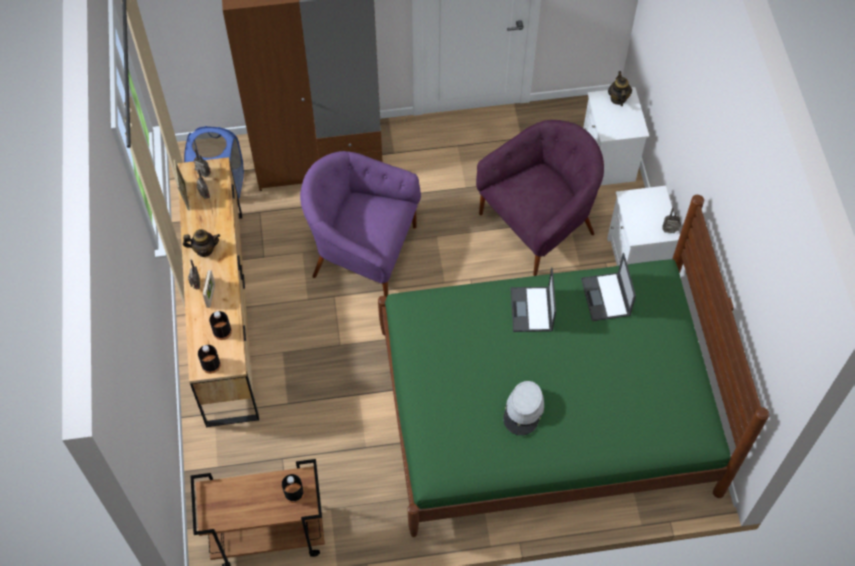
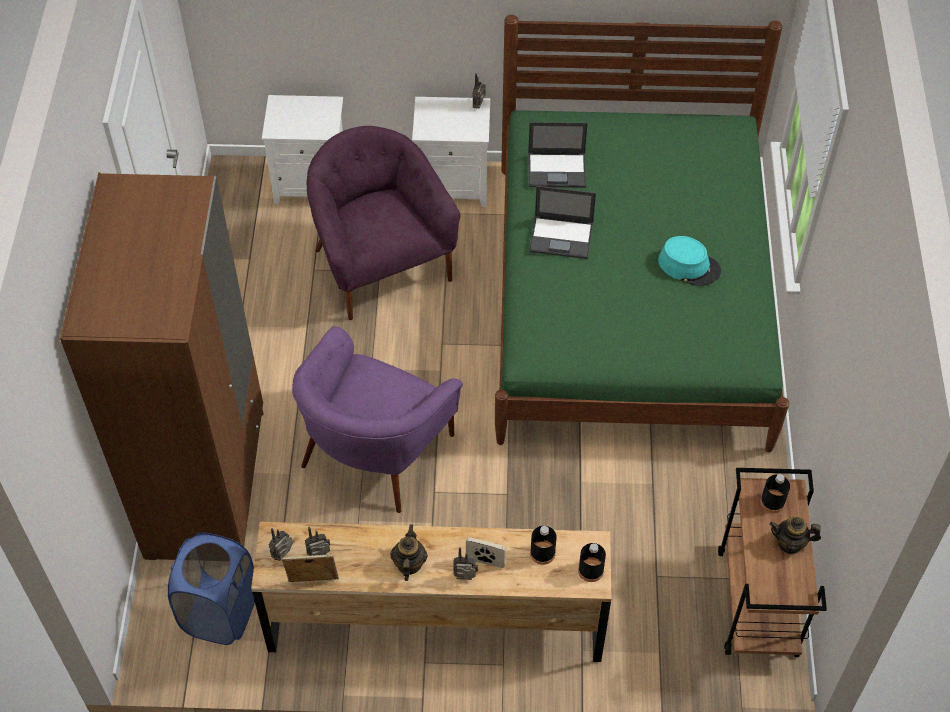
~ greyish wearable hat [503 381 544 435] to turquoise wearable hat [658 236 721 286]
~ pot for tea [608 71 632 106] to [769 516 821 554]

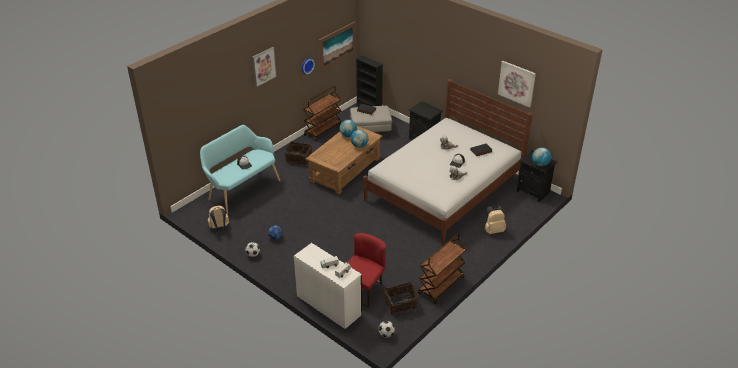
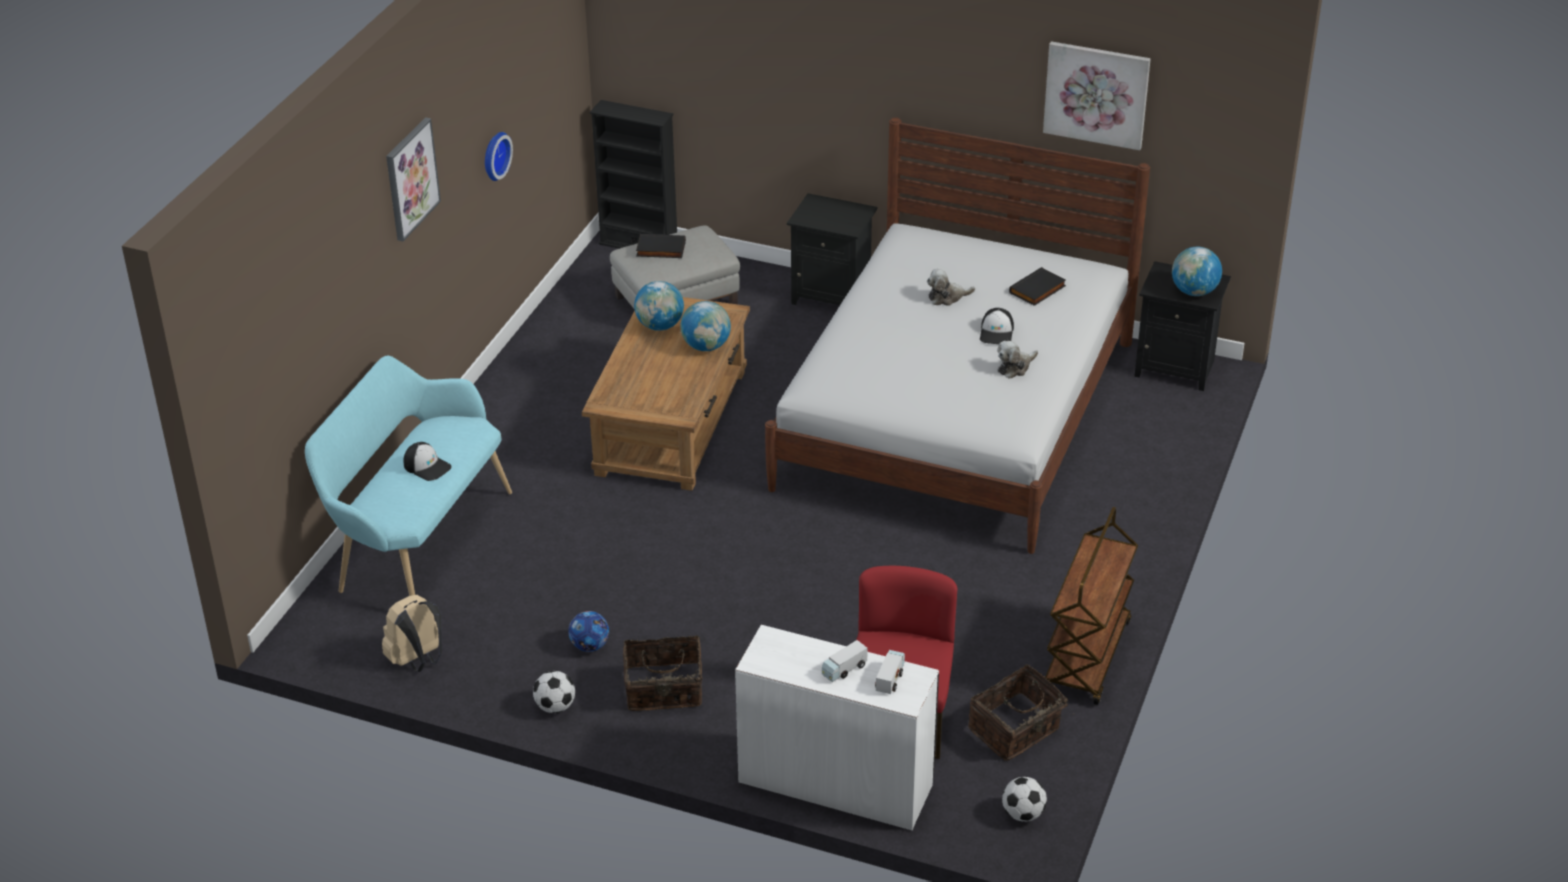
~ basket [285 142 312 165] to [623 635 702 711]
- brown trolley [303 86 342 141]
- wall picture [319 22 356 72]
- sand-coloured rucksack [485 205 506 234]

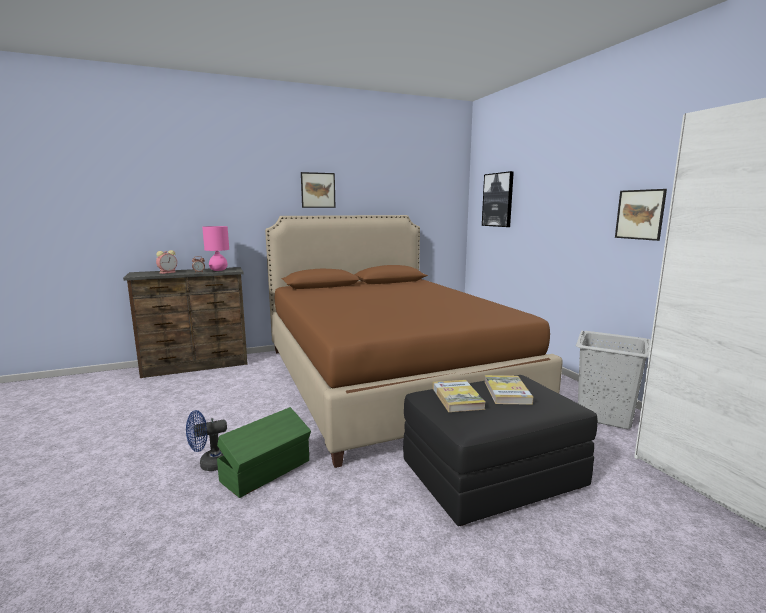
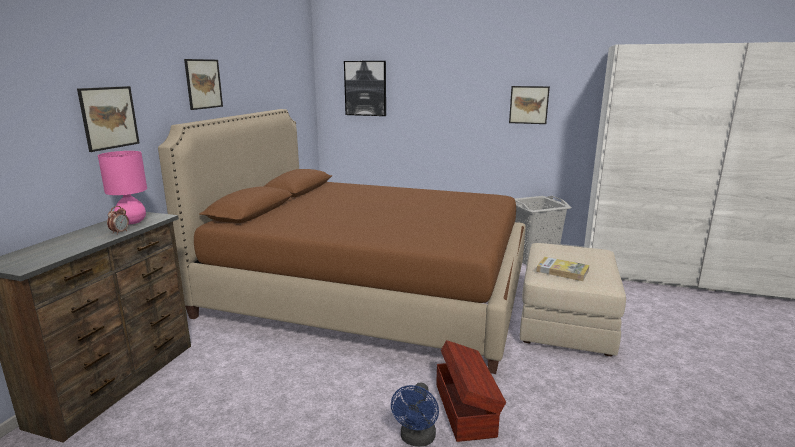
+ wall picture [77 86 140 152]
~ green storage bin [217 407 311 498] to brown storage bin [436 340 506 442]
~ black footrest [403 375 598 526] to sand-coloured footrest [520 243 626 356]
- alarm clock [156 250 177 274]
- book [485 375 533 405]

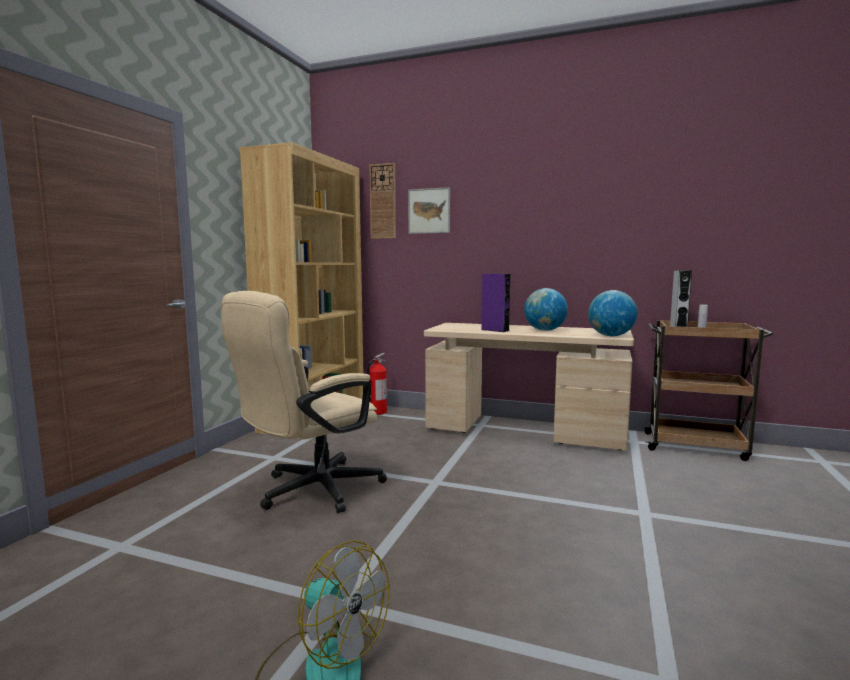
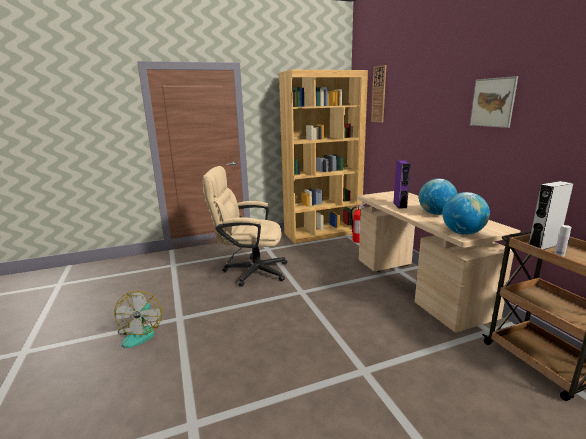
~ wall picture [408 187 450 234] to [470 76 518 128]

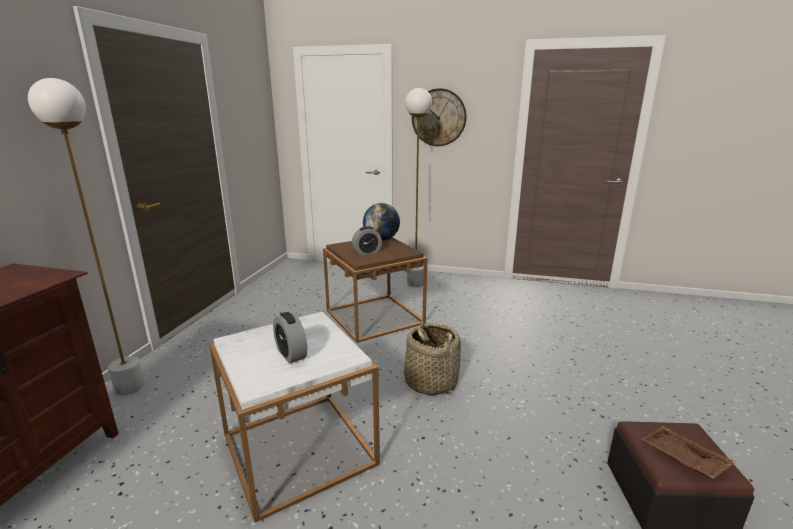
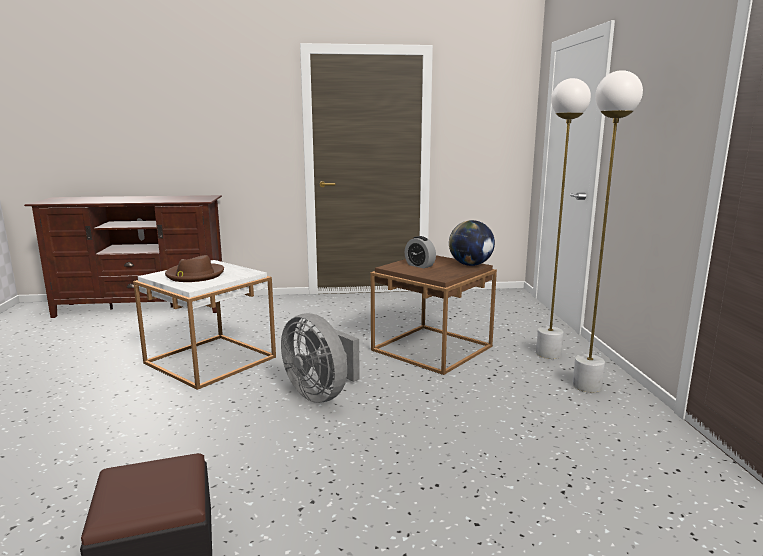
~ alarm clock [273 312 308 364] to brown wearable hat [165 255 224 282]
~ basket [404 323 461 396] to greyish fan [281 313 360 403]
~ white-coloured standard lamp [28 78 145 395] to [573 70 643 393]
- hanging clock [412 88 467 146]
- brown tray [640 426 736 479]

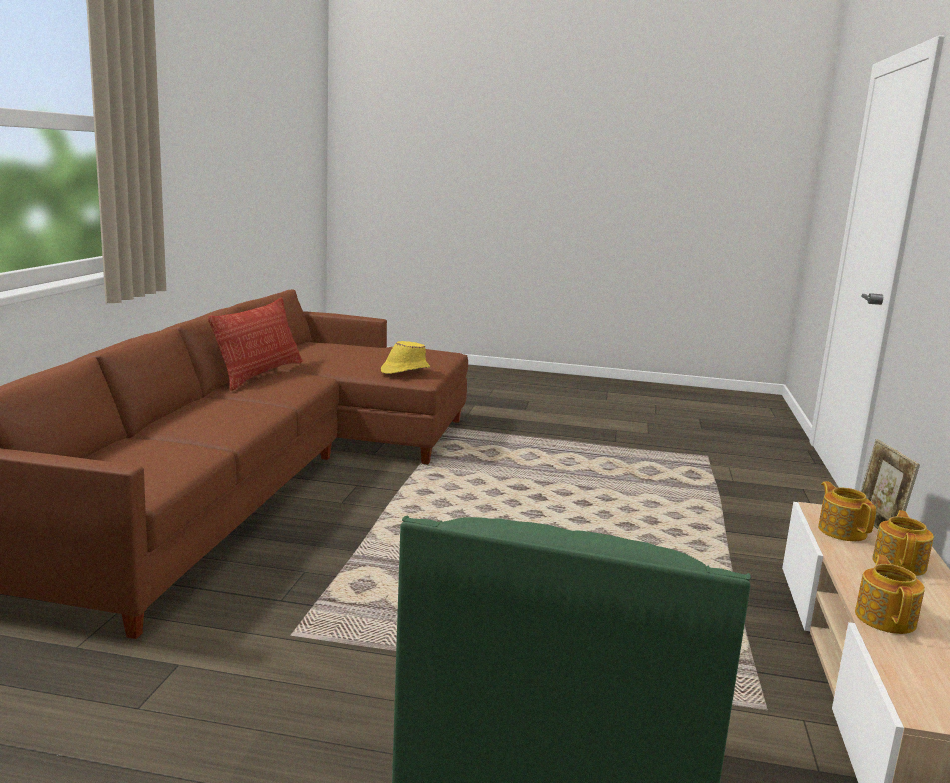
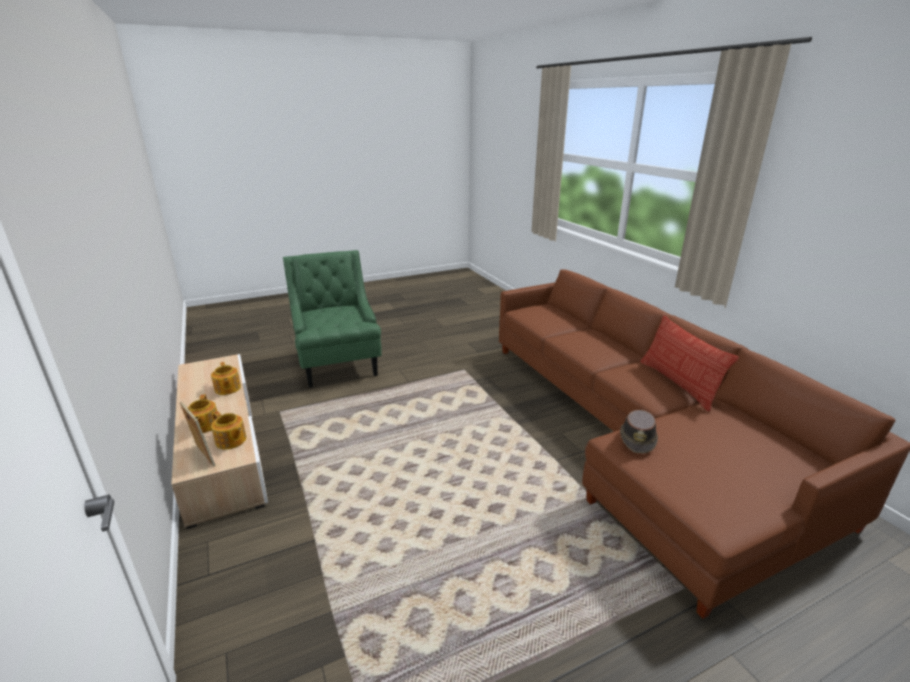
~ yellow wearable hat [381 341 430 374] to brown wearable hat [620 410 658 454]

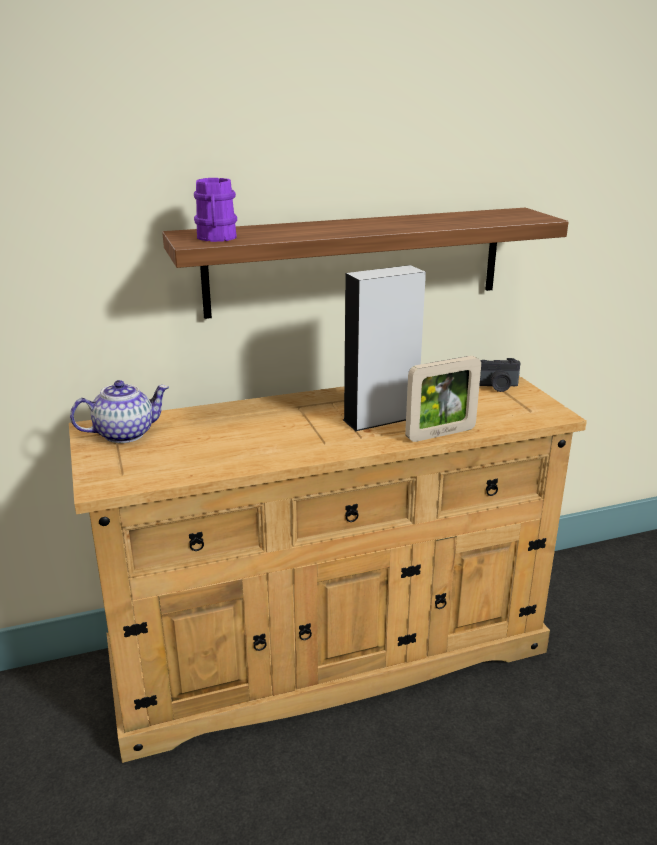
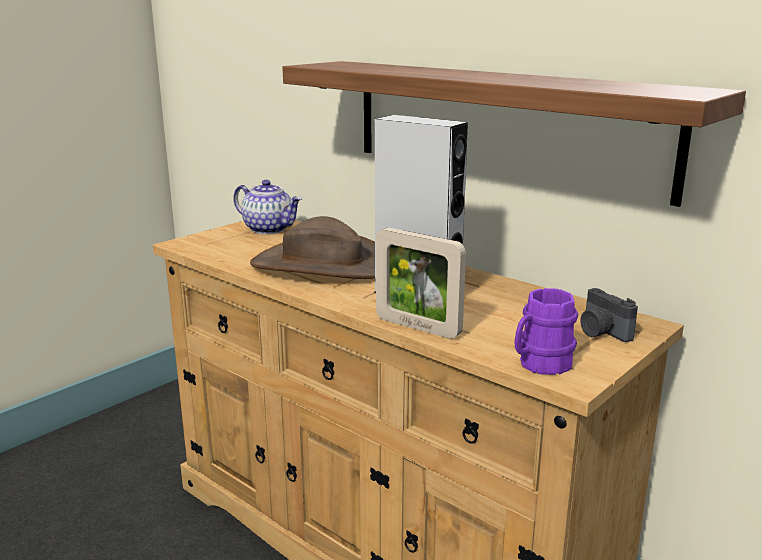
+ brown wearable hat [250 216 375 279]
~ purple coffee mug [194 178 237 242] to [514 288 578 375]

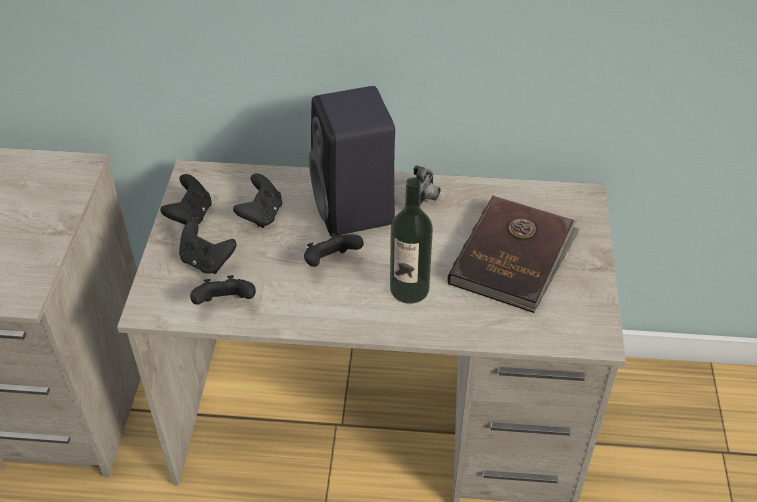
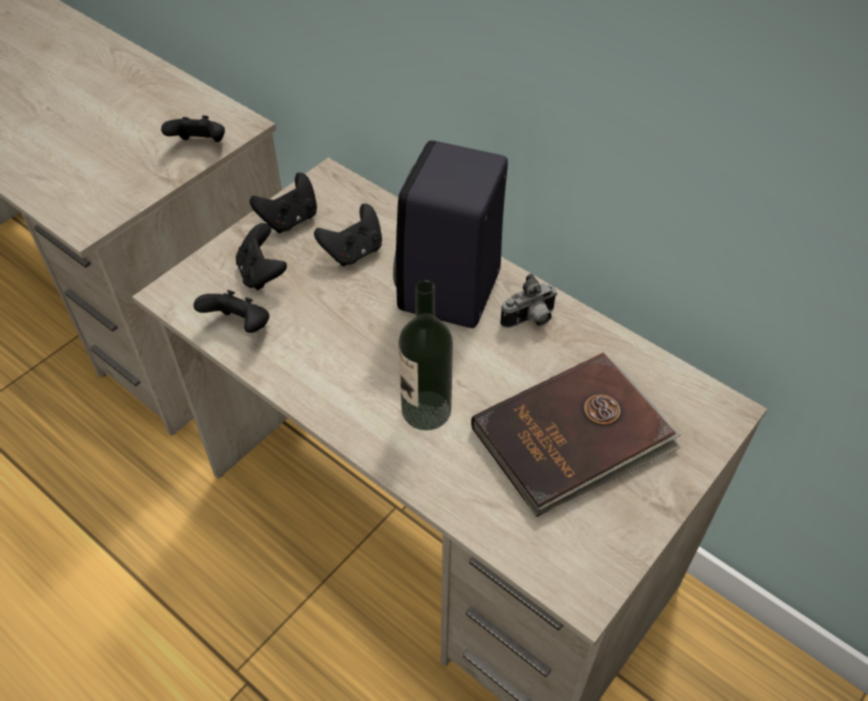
~ black game controller [304 233 364 267] to [161 115 225 142]

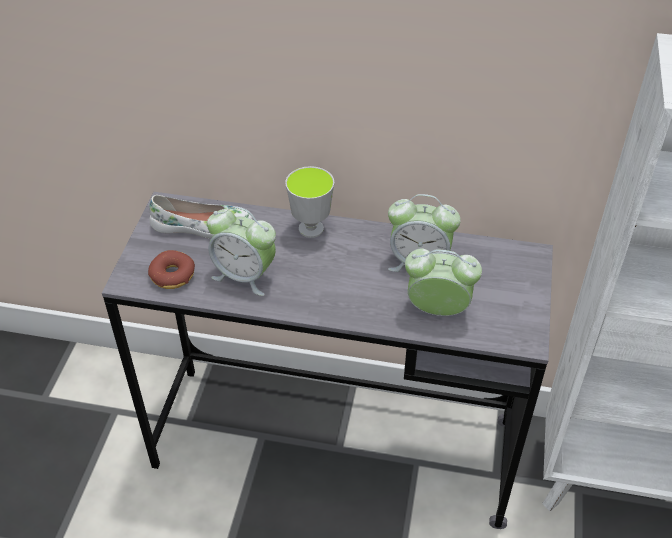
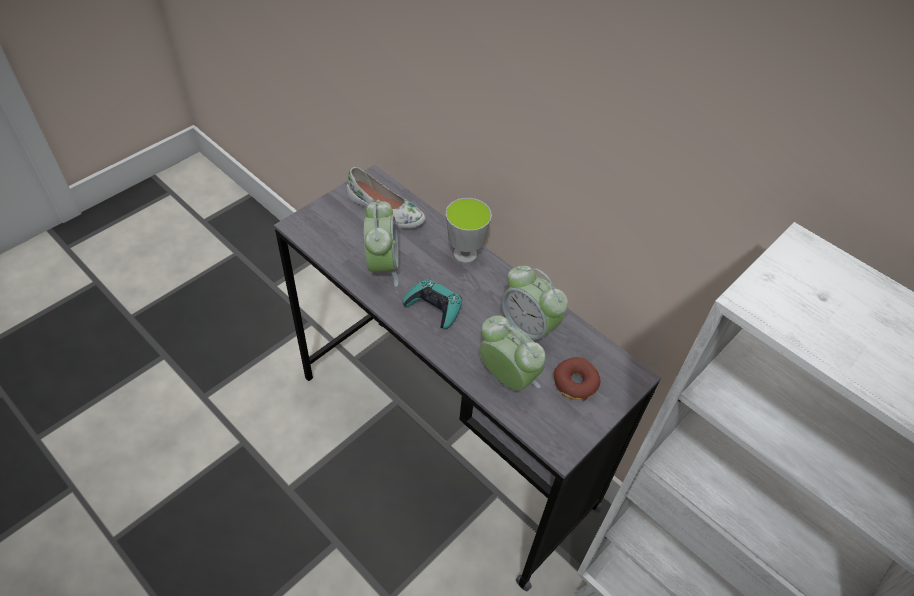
~ alarm clock [207 206 276 296] = [364 200 399 287] 150 degrees counterclockwise
+ turquoise game controller [403 279 462 329]
~ ring doughnut [148 250 195 289] to [554 357 601 401]

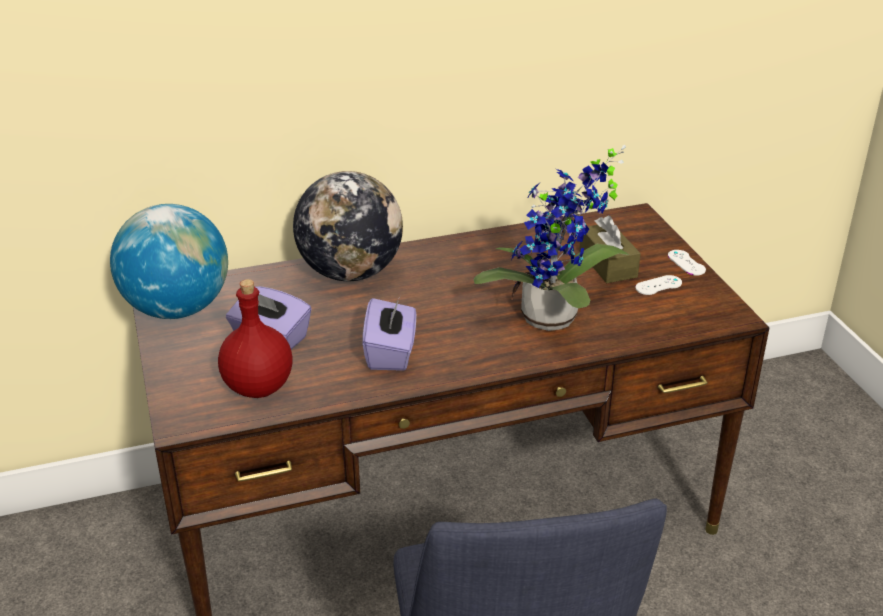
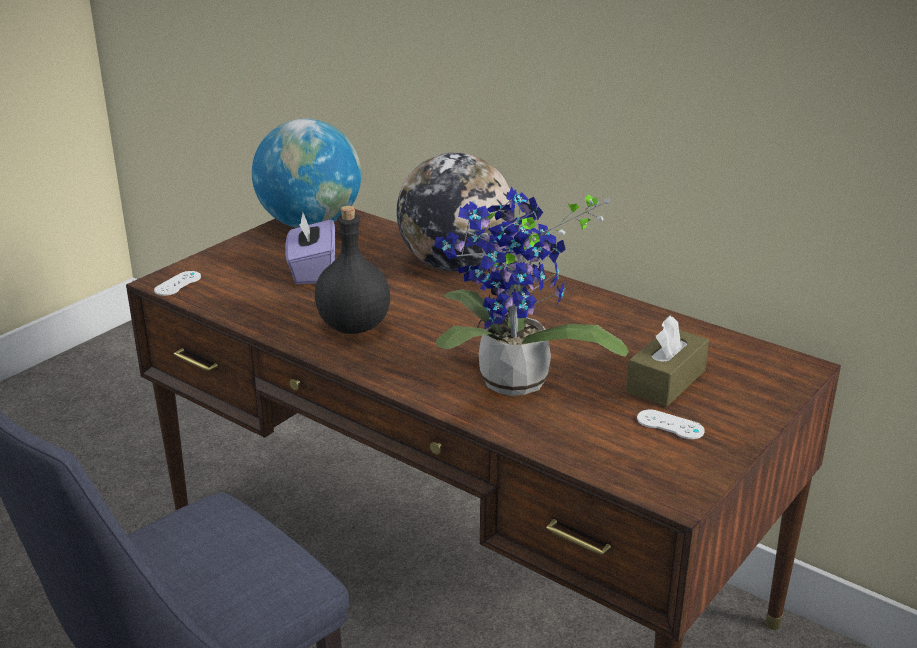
~ white-coloured game controller [668 250 706 275] to [154 271 201 296]
~ purple box of tissues [362 298 416 371] to black drink bottle [315 205 390 334]
- red-coloured drink bottle [218 279 293 398]

